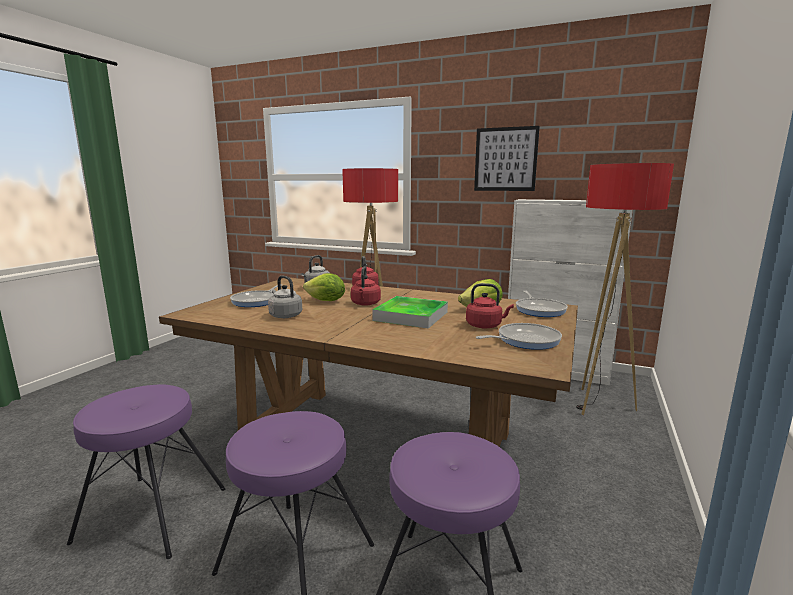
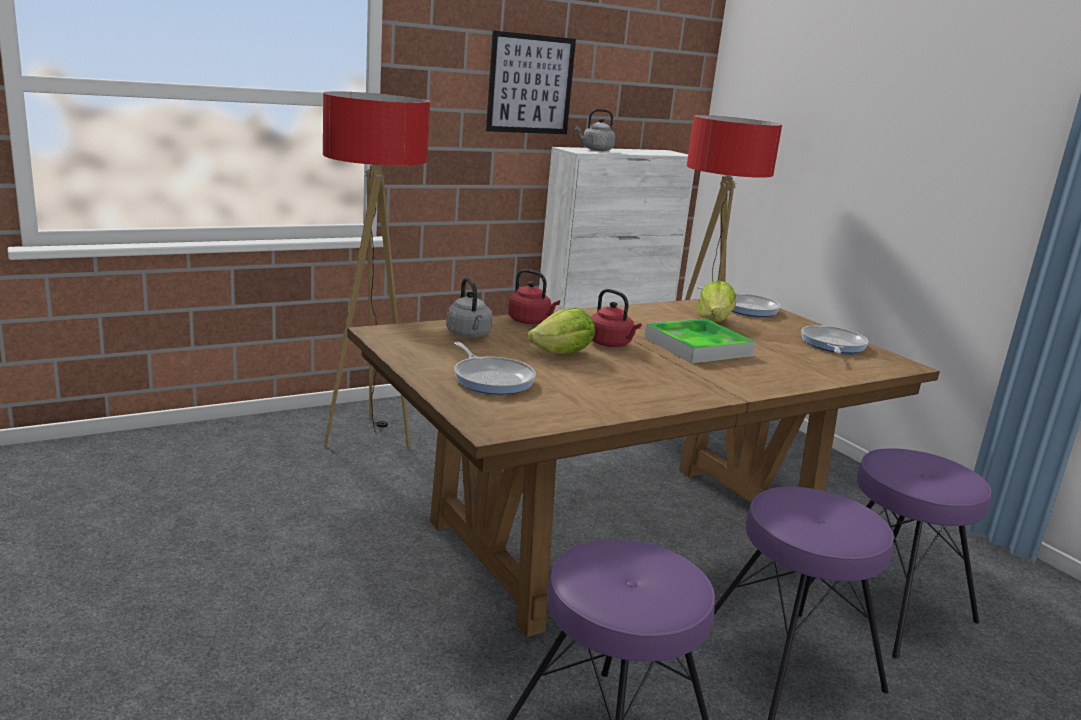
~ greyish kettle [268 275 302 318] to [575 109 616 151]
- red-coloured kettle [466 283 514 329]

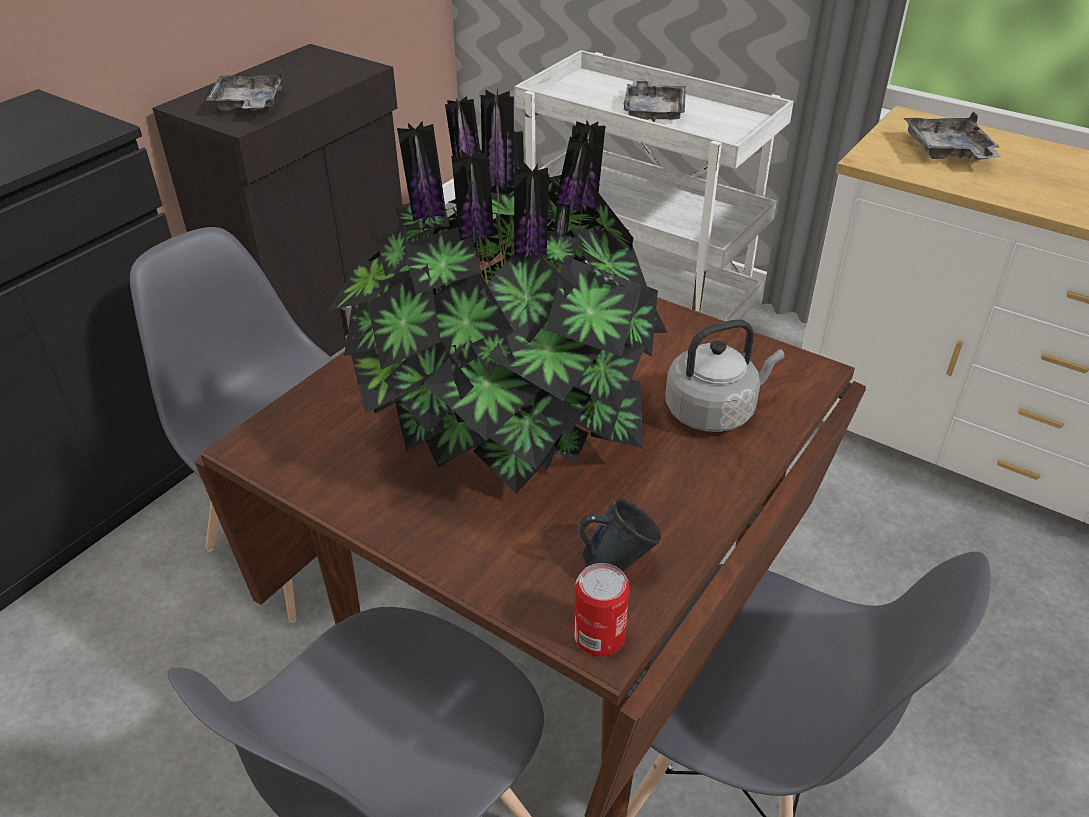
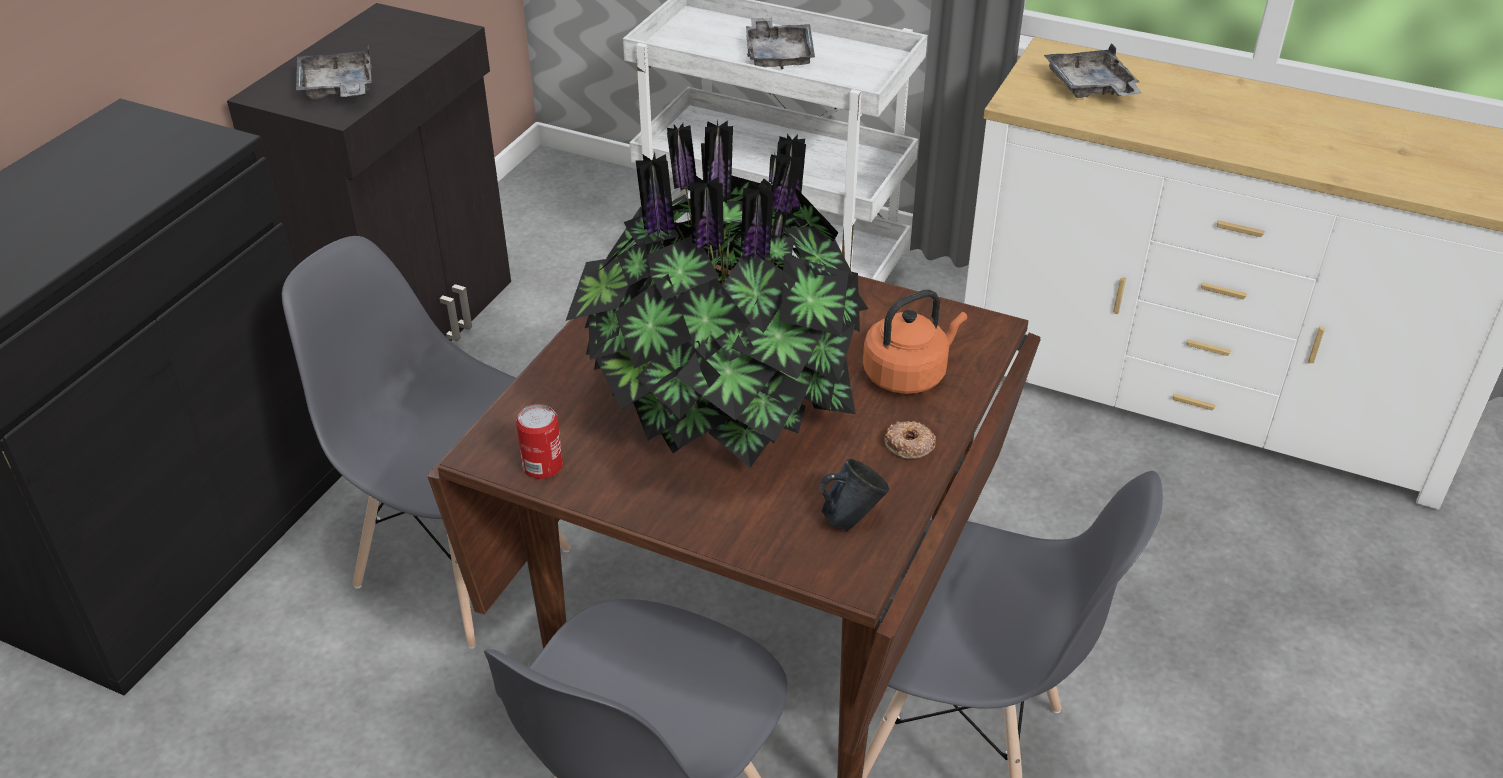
~ metal can [574 563 630 656] to [516 404 563 479]
~ greyish kettle [666 319 785 432] to orange-coloured kettle [863 290 967 394]
+ ring doughnut [884 421 936 459]

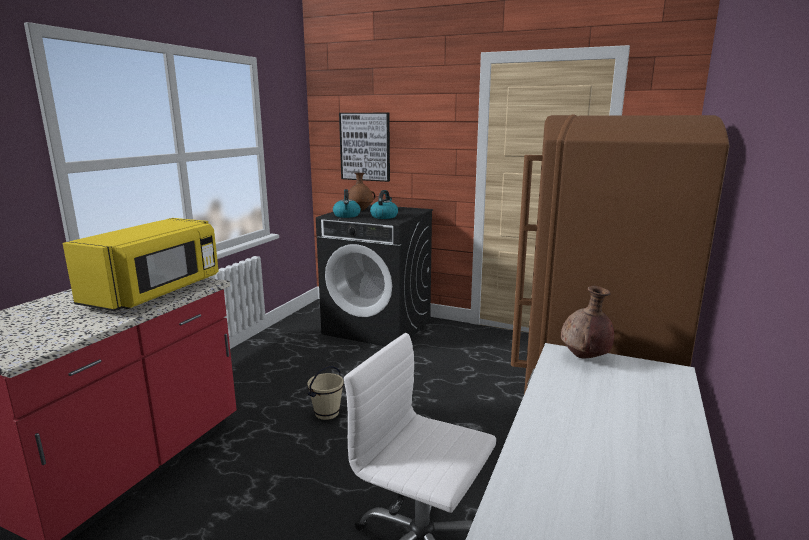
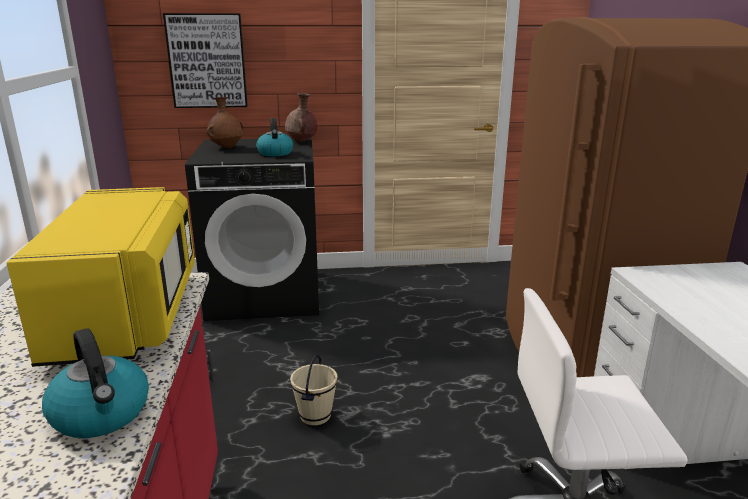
~ kettle [333 189 361 218] to [42 328 149 438]
~ brown flower vase [561 286 614 358] to [285 93 317 142]

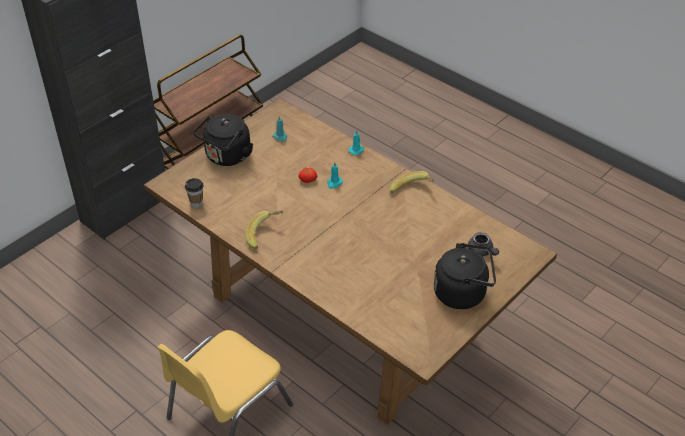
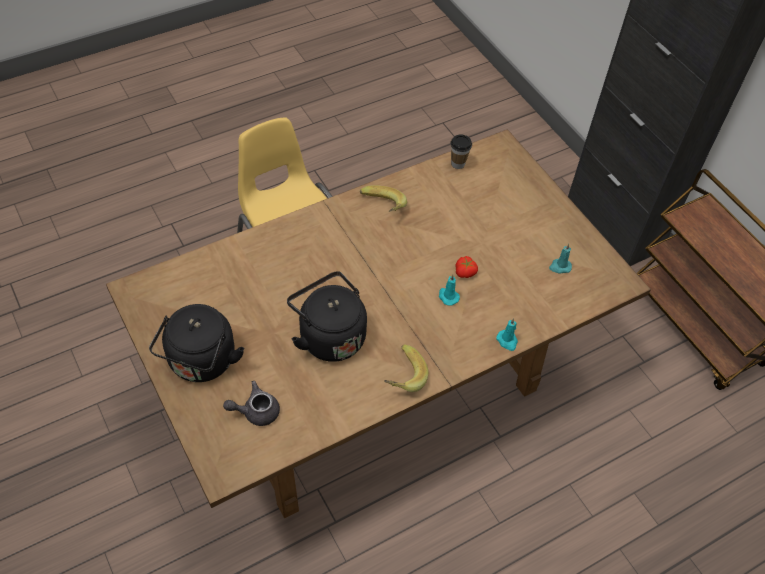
~ black kettle [193 114 253 166] to [287 271 367 362]

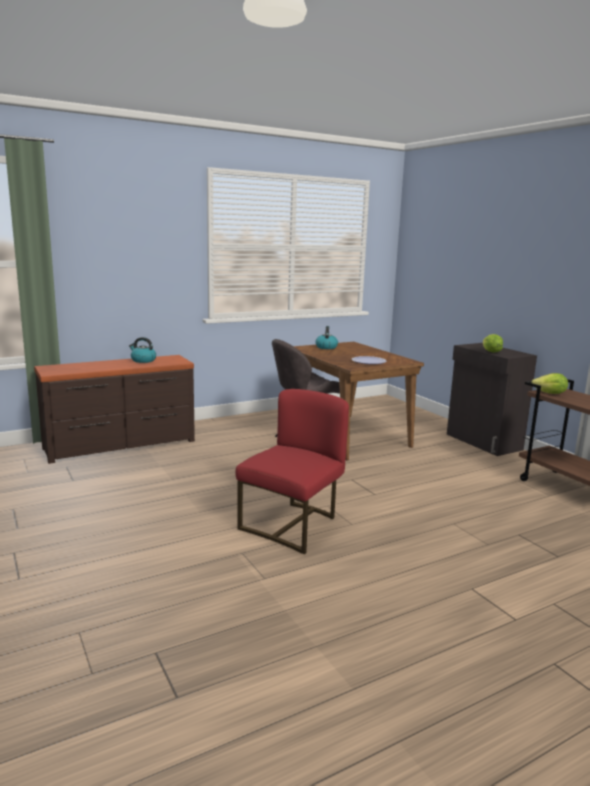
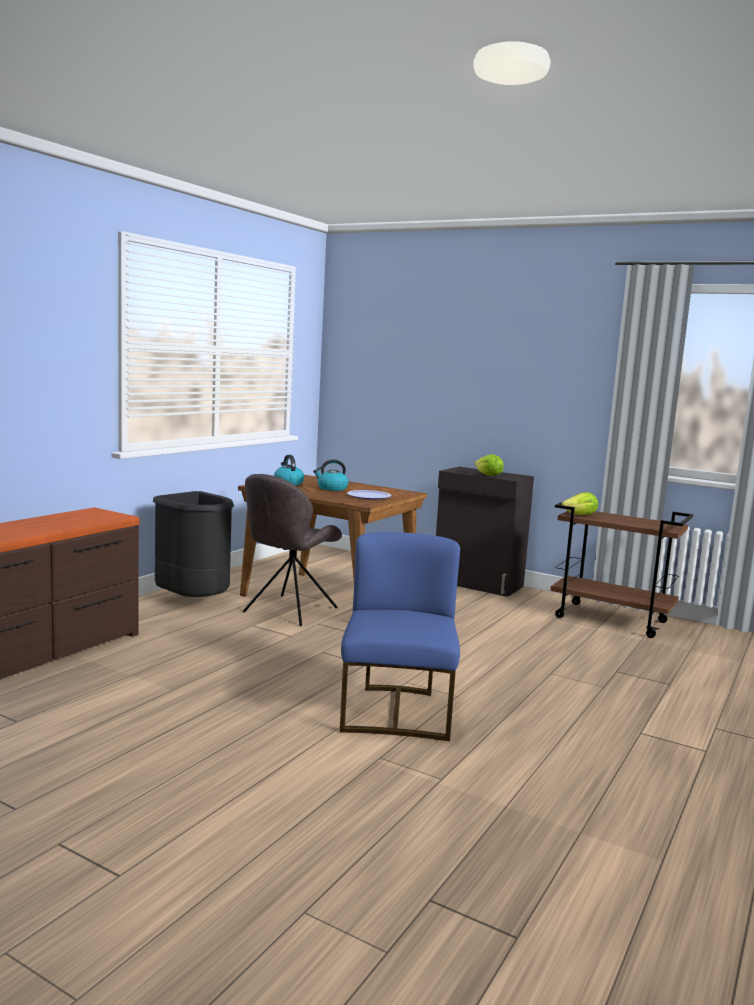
+ black trash can [153 491 234 597]
~ kettle [129 337 156 363] to [313 459 348 491]
~ red-coloured plain chair [235 389 349 554] to blue plain chair [340 532 460 741]

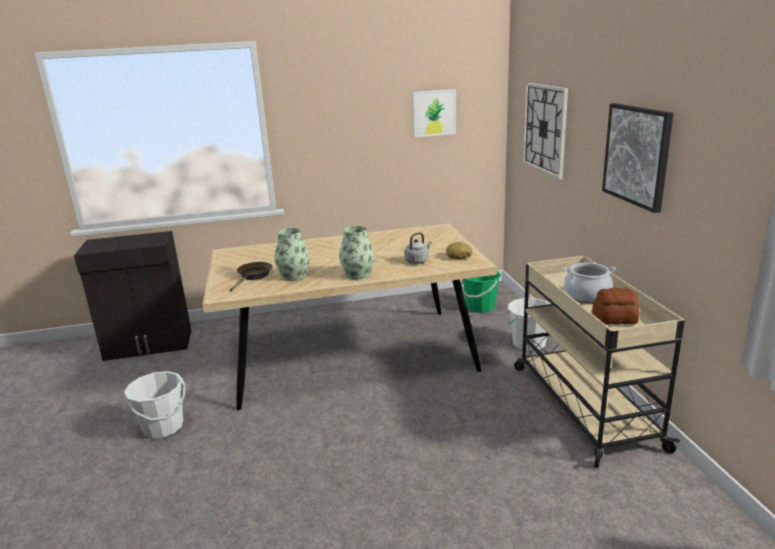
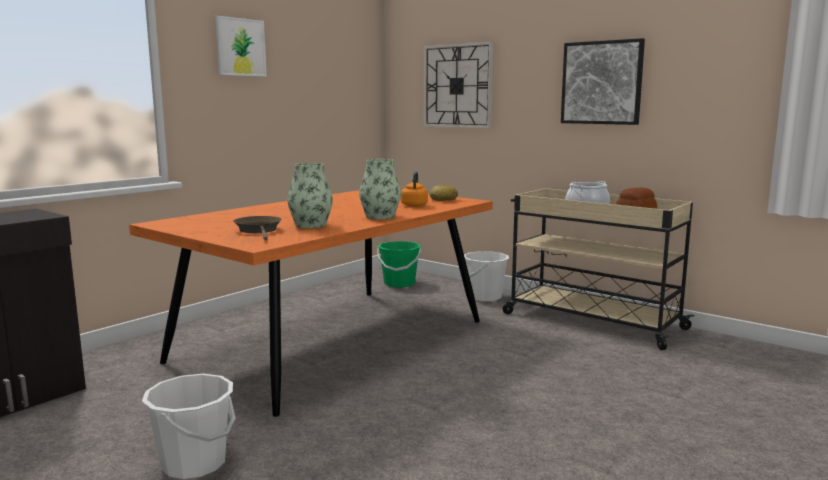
~ sand-coloured kitchen table [203 223 497 411] to orange-coloured kitchen table [129 190 493 417]
~ wall picture [413 89 456 137] to [215 16 266 77]
~ greyish kettle [404 232 432 264] to orange-coloured kettle [401 172 428 207]

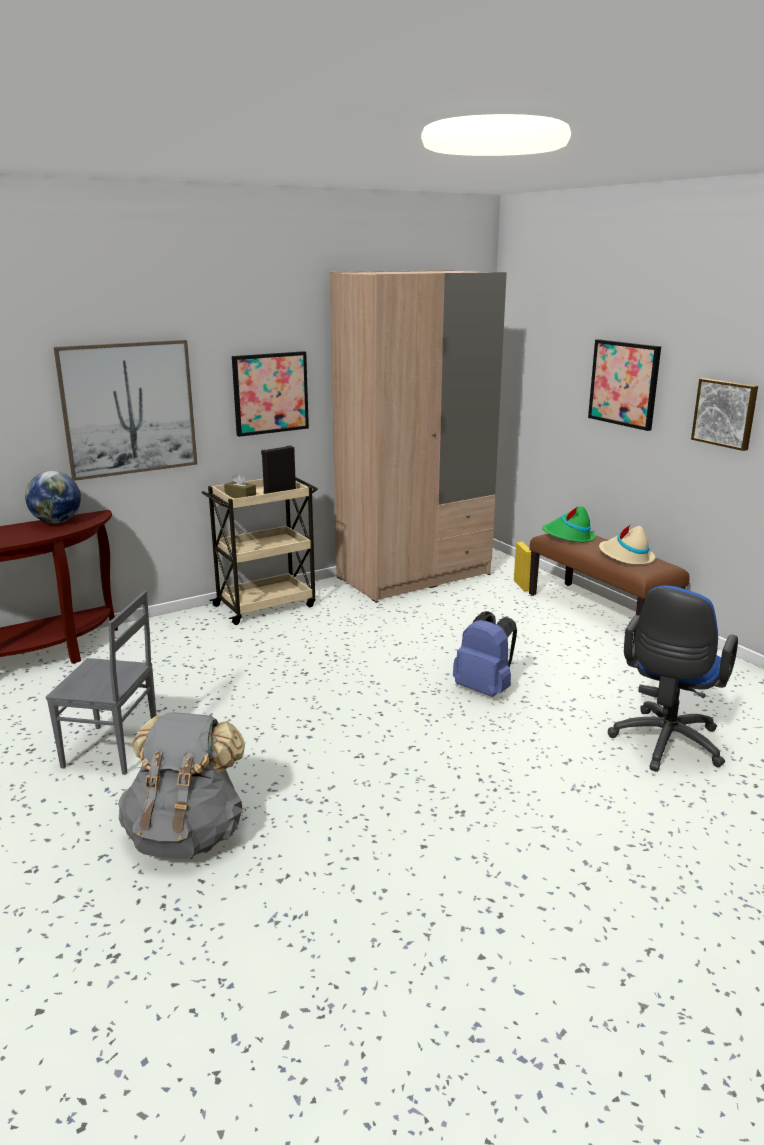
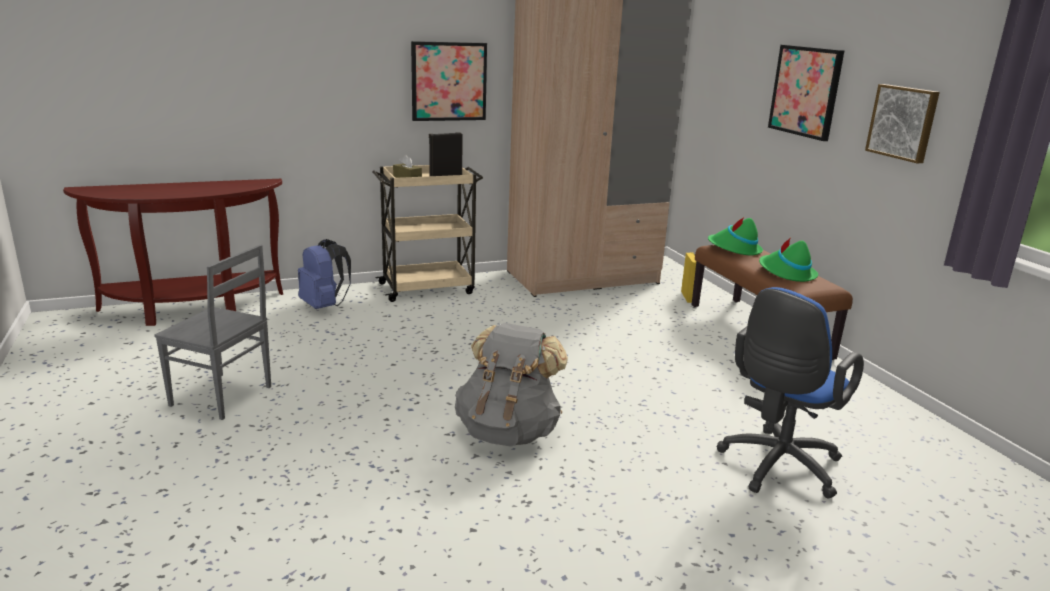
~ blue rucksack [453 611 517 697] to [298 239 351 309]
~ greyish rucksack [118 712 245 859] to [455 323 568 447]
~ sand-coloured wearable hat [599 525 655 565] to green wearable hat [759 238 818 282]
- world globe [25 471 81 524]
- wall picture [54 340 197 481]

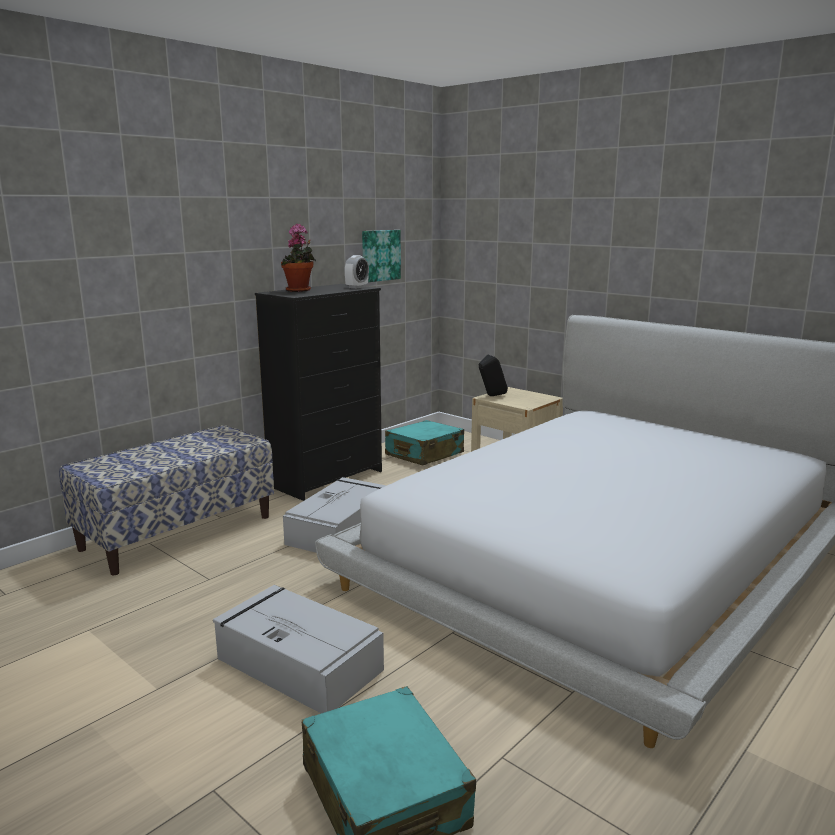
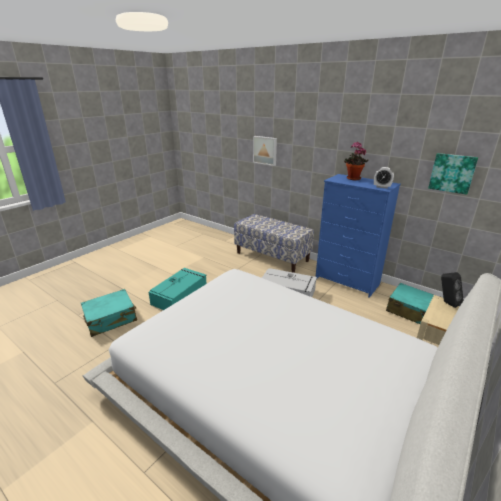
~ greyish storage bin [213 585 384 713] to turquoise storage bin [148 268 207 310]
+ wall picture [253 136 277 166]
~ black drawer chest [255 284 382 501] to blue drawer chest [315 174 401 298]

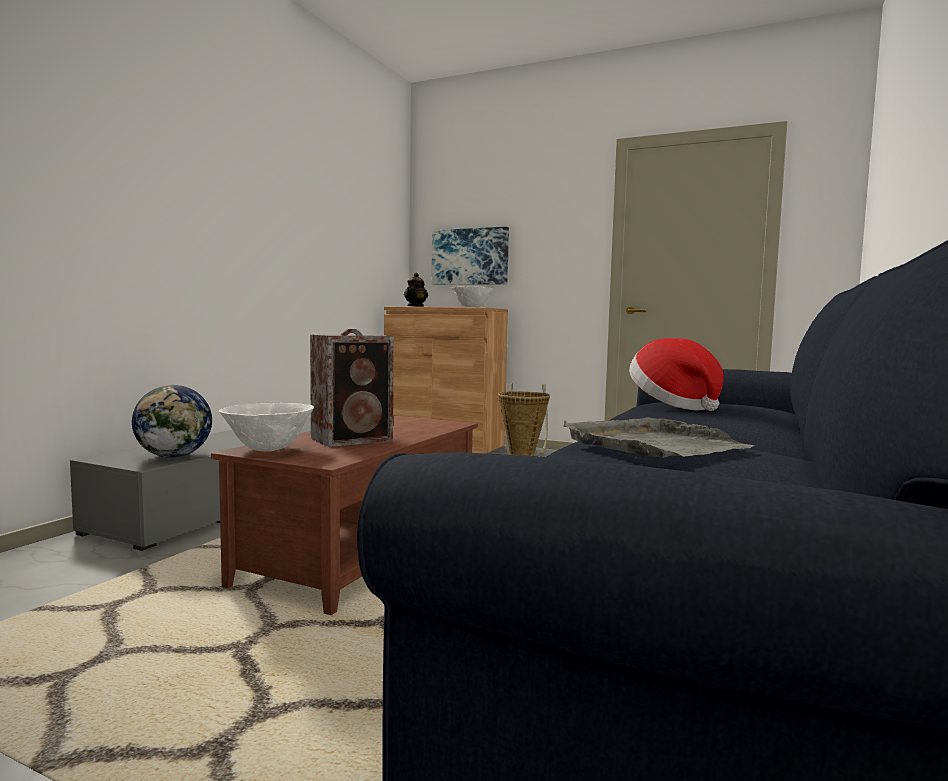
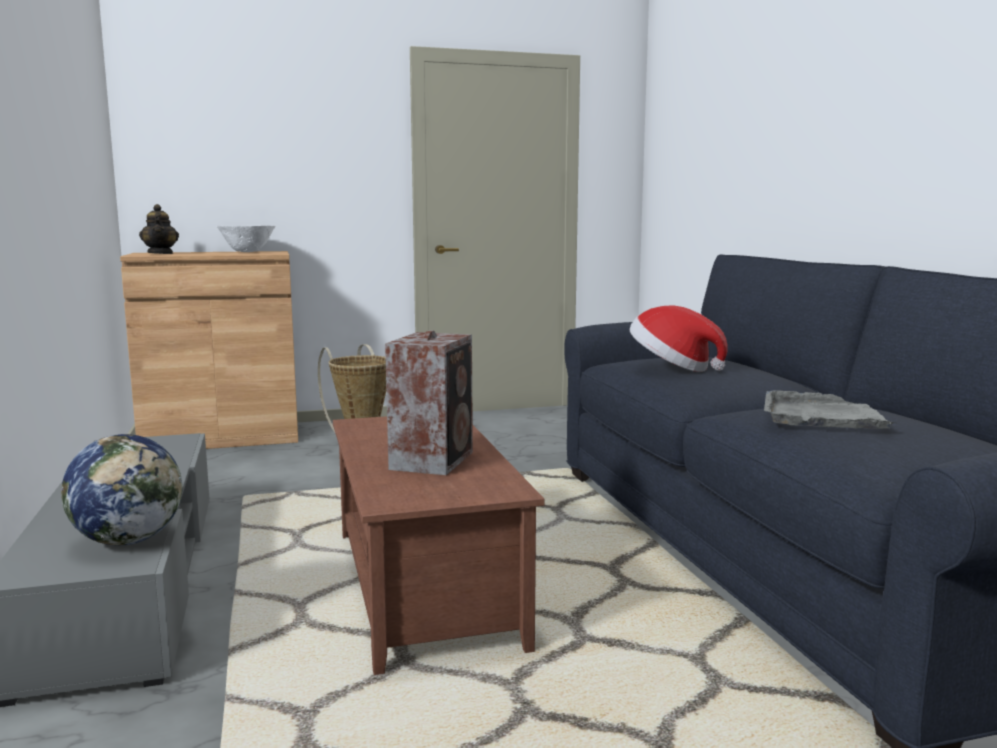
- white-coloured serving bowl [219 403 314 451]
- wall picture [432 227 509 285]

